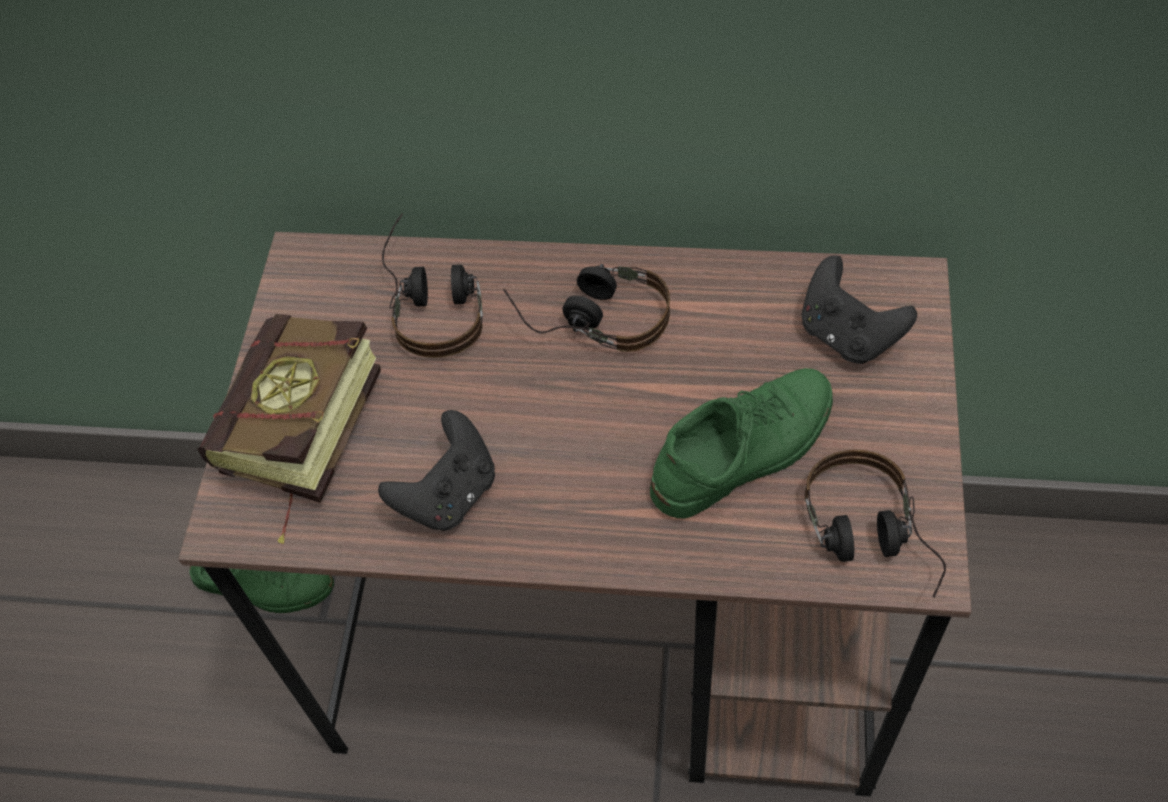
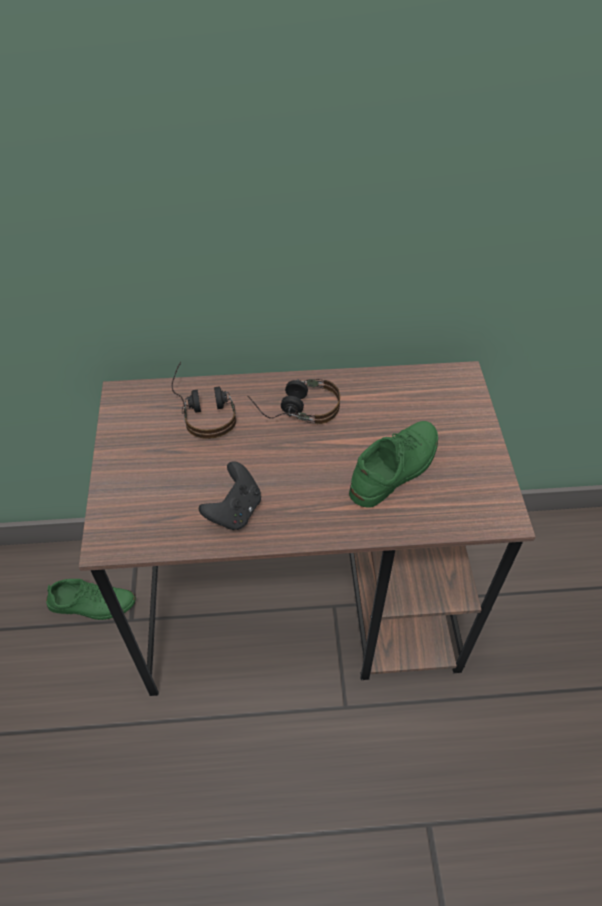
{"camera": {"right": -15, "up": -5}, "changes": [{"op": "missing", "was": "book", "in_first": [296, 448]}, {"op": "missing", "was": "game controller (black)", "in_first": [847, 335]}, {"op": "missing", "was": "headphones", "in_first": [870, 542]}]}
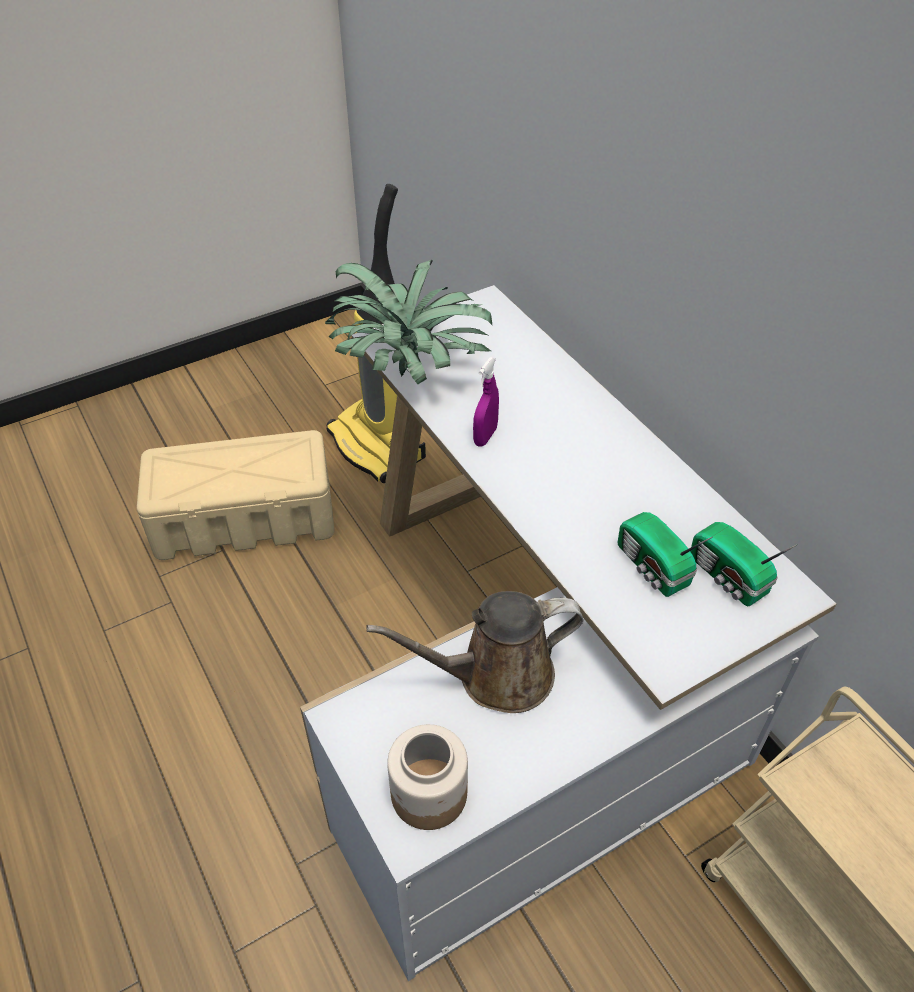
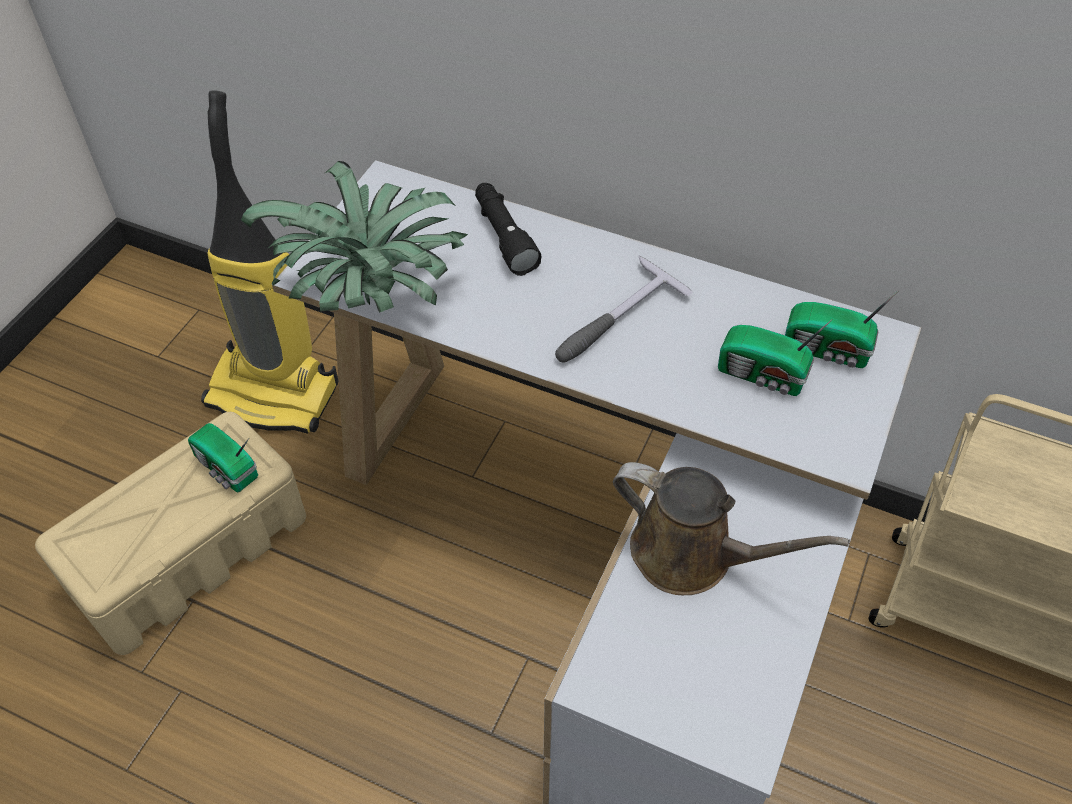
{"camera": {"right": -35, "up": 5}, "changes": [{"op": "missing", "was": "jar", "in_first": [429, 794]}, {"op": "missing", "was": "spray bottle (purple)", "in_first": [485, 436]}, {"op": "appeared", "now": "radio", "in_second": [226, 469]}, {"op": "appeared", "now": "flashlight (black)", "in_second": [504, 236]}, {"op": "appeared", "now": "hammer", "in_second": [612, 320]}, {"op": "spun", "was": "watering can (brown)", "in_first": [496, 675], "in_second": [692, 555], "clockwise": -105}]}
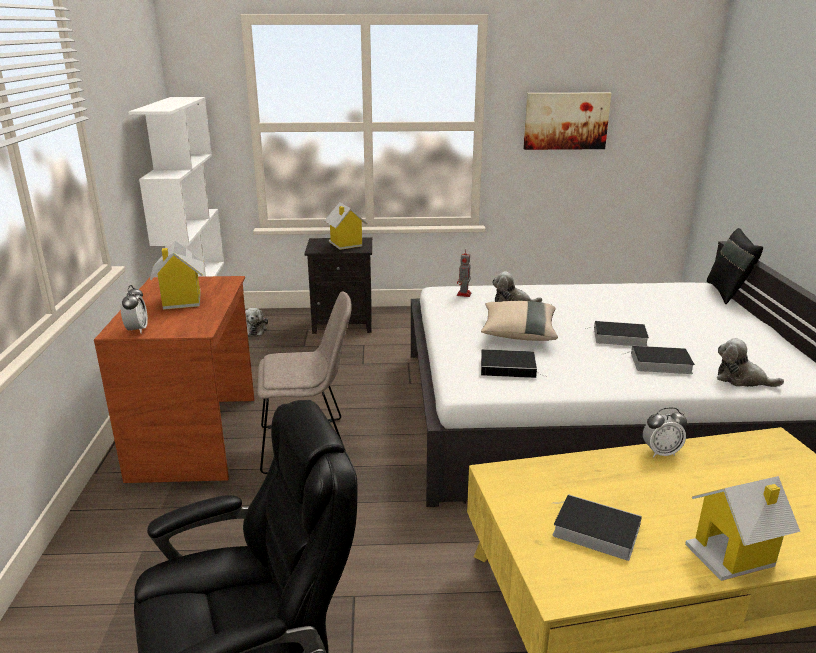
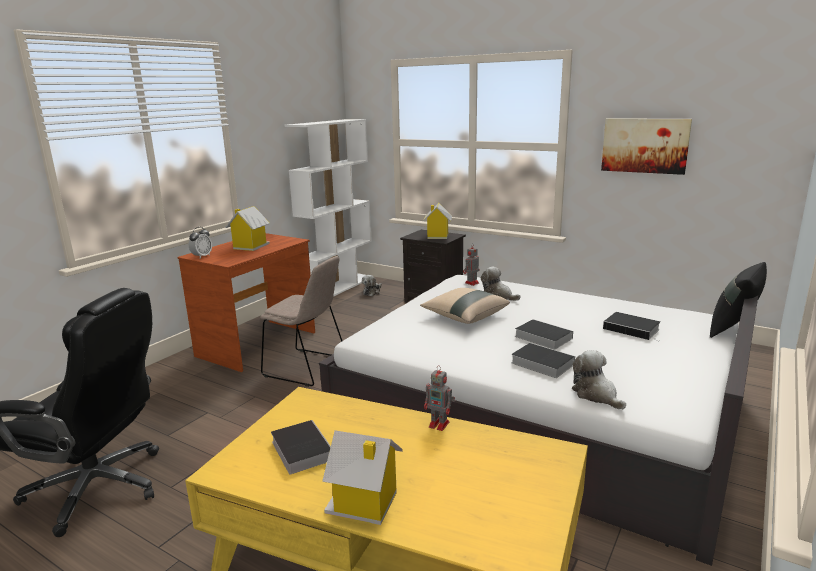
{"camera": {"right": 35, "up": -5}, "changes": [{"op": "relocated", "was": "book", "in_first": [509, 367], "in_second": [633, 329]}, {"op": "exchanged", "was": "alarm clock", "now": "toy robot", "in_first": [661, 452], "in_second": [440, 424]}]}
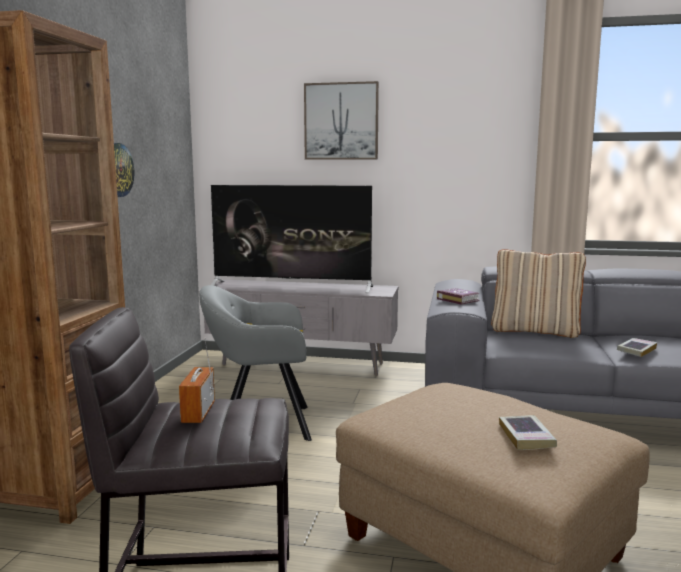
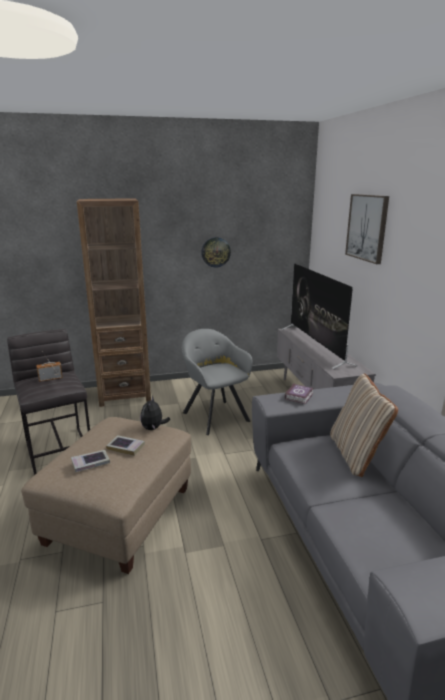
{"camera": {"right": 65, "up": 10}, "changes": [{"op": "appeared", "now": "plush toy", "in_second": [153, 428]}, {"op": "relocated", "was": "book", "in_first": [636, 350], "in_second": [126, 447]}]}
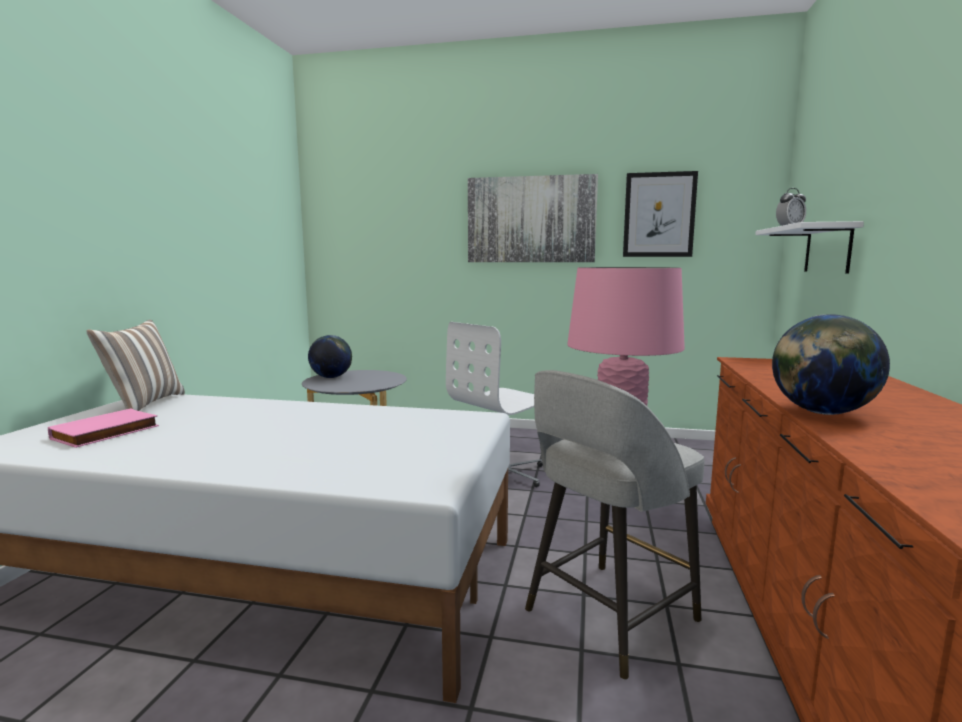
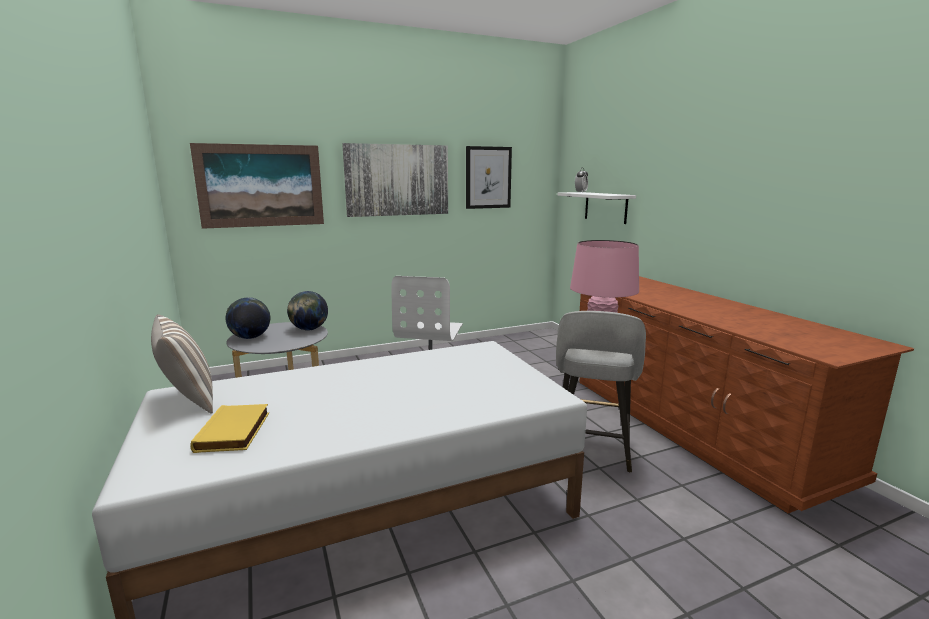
{"camera": {"right": -35, "up": 5}, "changes": [{"op": "appeared", "now": "picture", "in_second": [261, 186]}, {"op": "relocated", "was": "globe", "in_first": [821, 412], "in_second": [309, 329]}, {"op": "colour", "was": "book (pink)", "now": "book (yellow)", "in_first": [106, 433], "in_second": [235, 432]}]}
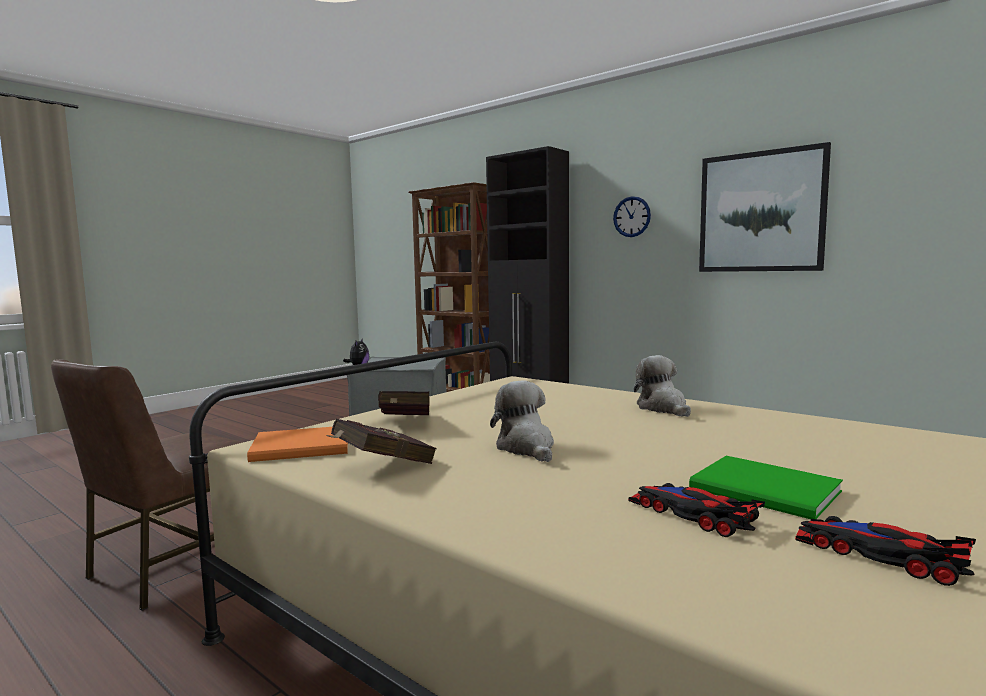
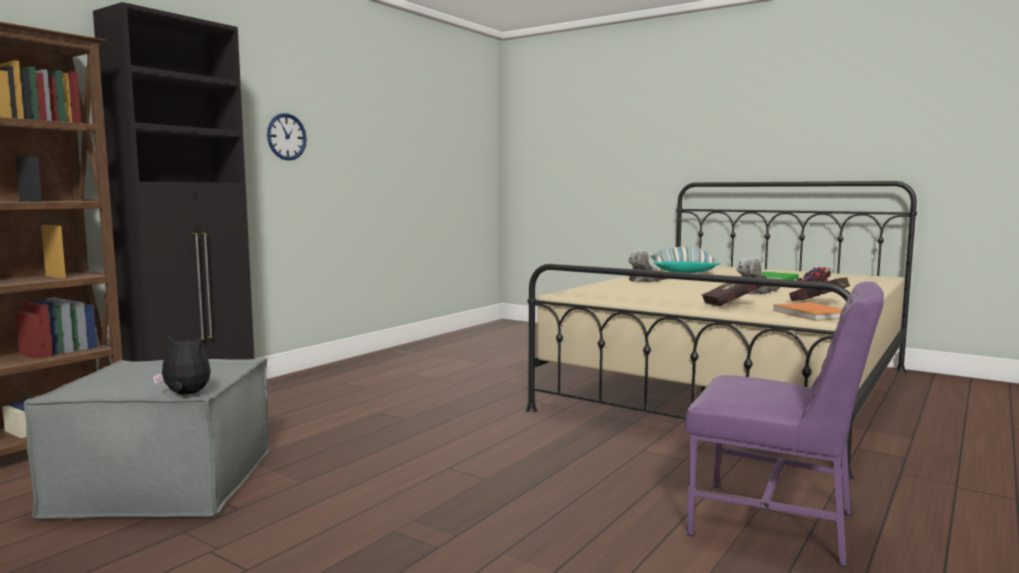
{"camera": {"right": -95, "up": 0}, "changes": [{"op": "missing", "was": "picture", "in_first": [761, 212]}, {"op": "appeared", "now": "pillow", "in_second": [682, 271]}, {"op": "colour", "was": "chair (brown)", "now": "chair (purple)", "in_first": [175, 565], "in_second": [775, 523]}]}
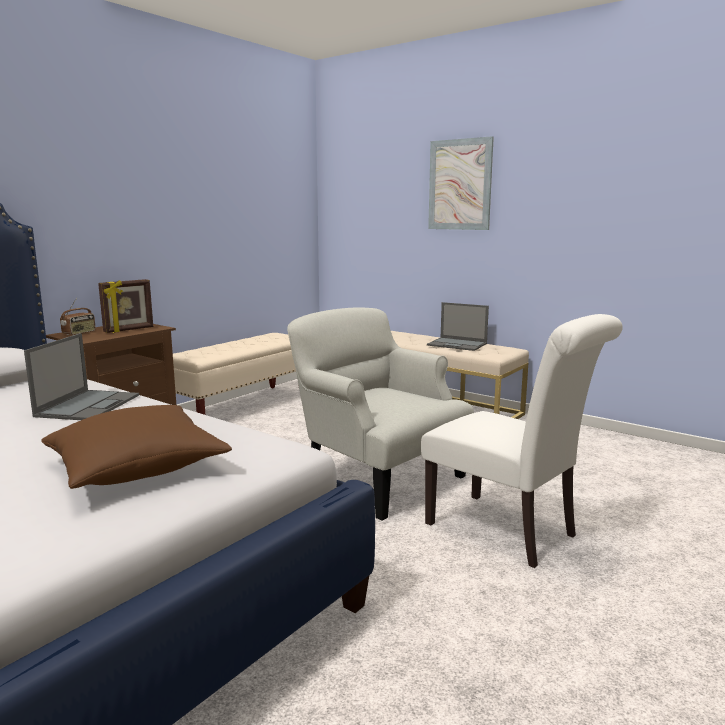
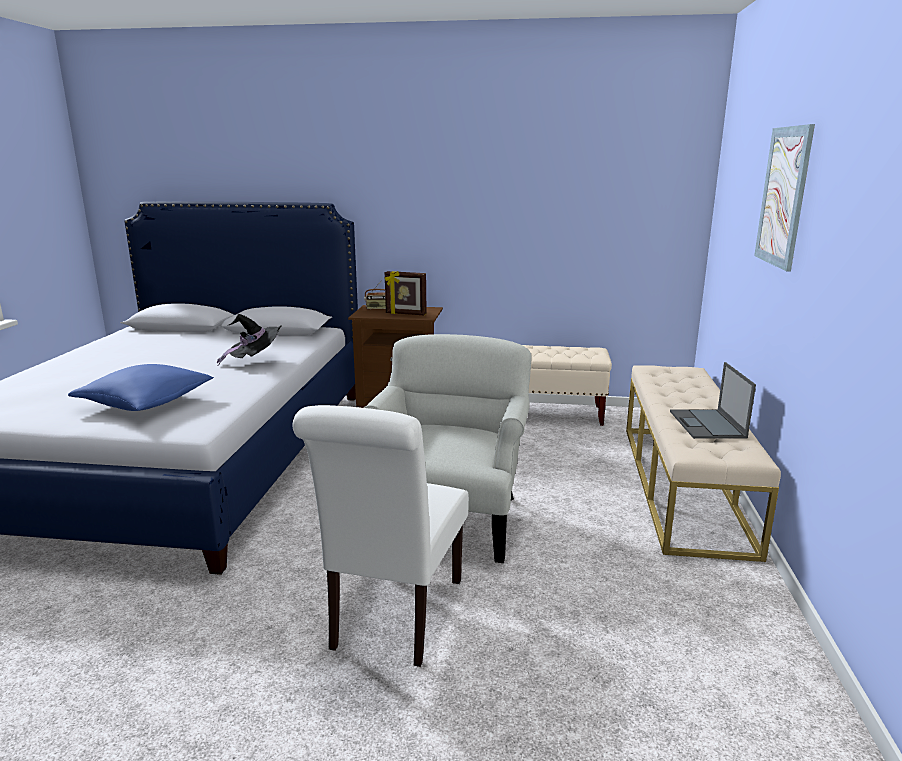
{"camera": {"right": 60, "up": 5}, "changes": [{"op": "exchanged", "was": "laptop", "now": "hat (black)", "in_first": [89, 405], "in_second": [255, 361]}, {"op": "colour", "was": "pillow (brown)", "now": "pillow (blue)", "in_first": [136, 468], "in_second": [146, 403]}]}
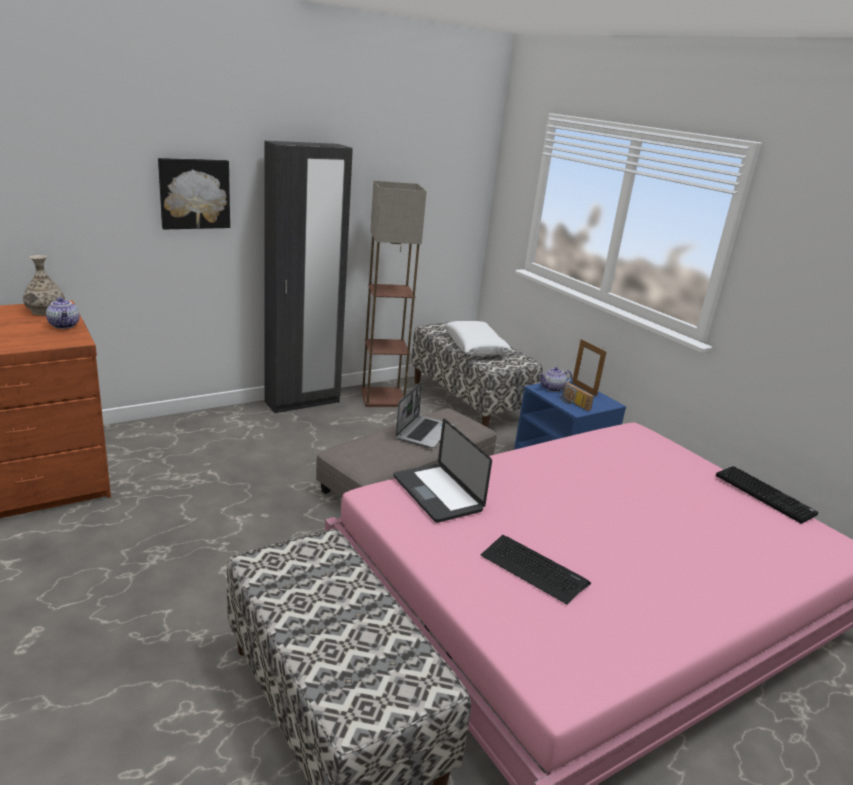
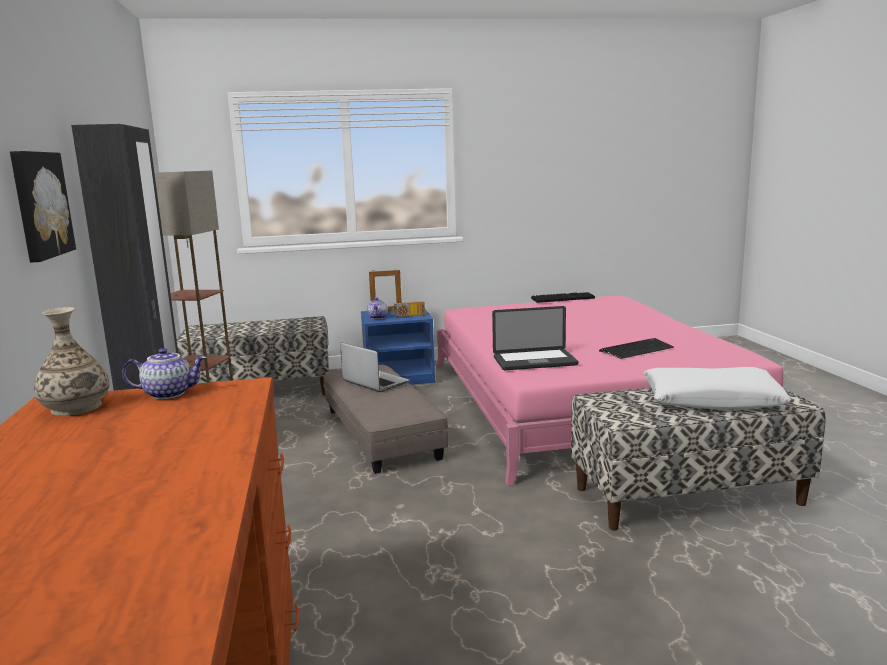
{"camera": {"right": -65, "up": -10}, "changes": [{"op": "relocated", "was": "pillow (white)", "in_first": [475, 346], "in_second": [711, 400]}]}
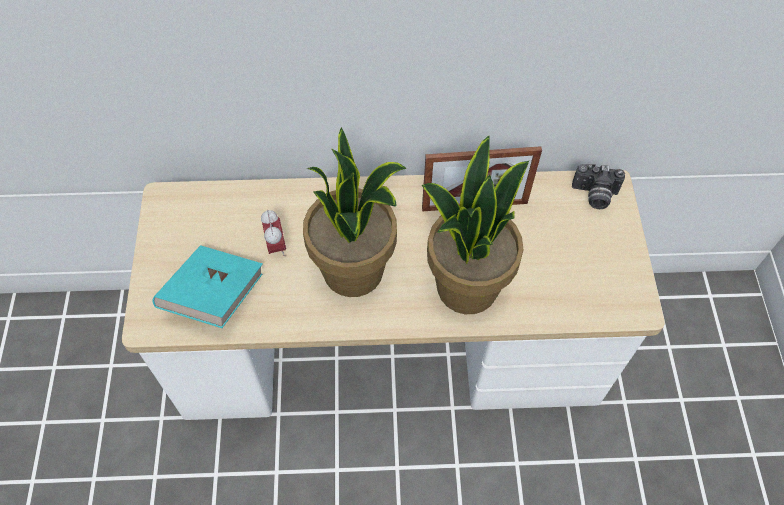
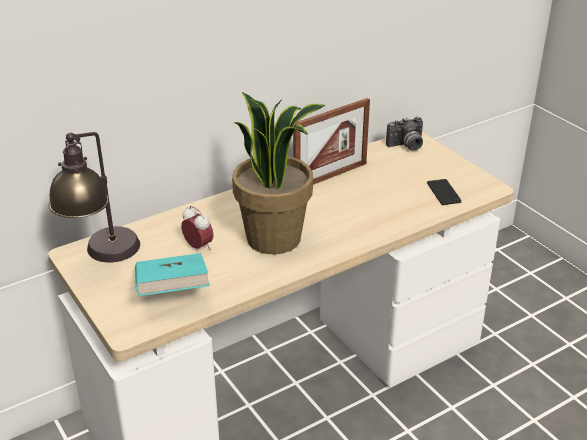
{"camera": {"right": -30, "up": -25}, "changes": [{"op": "missing", "was": "potted plant", "in_first": [466, 286]}, {"op": "appeared", "now": "table lamp", "in_second": [102, 258]}, {"op": "appeared", "now": "phone", "in_second": [443, 192]}]}
